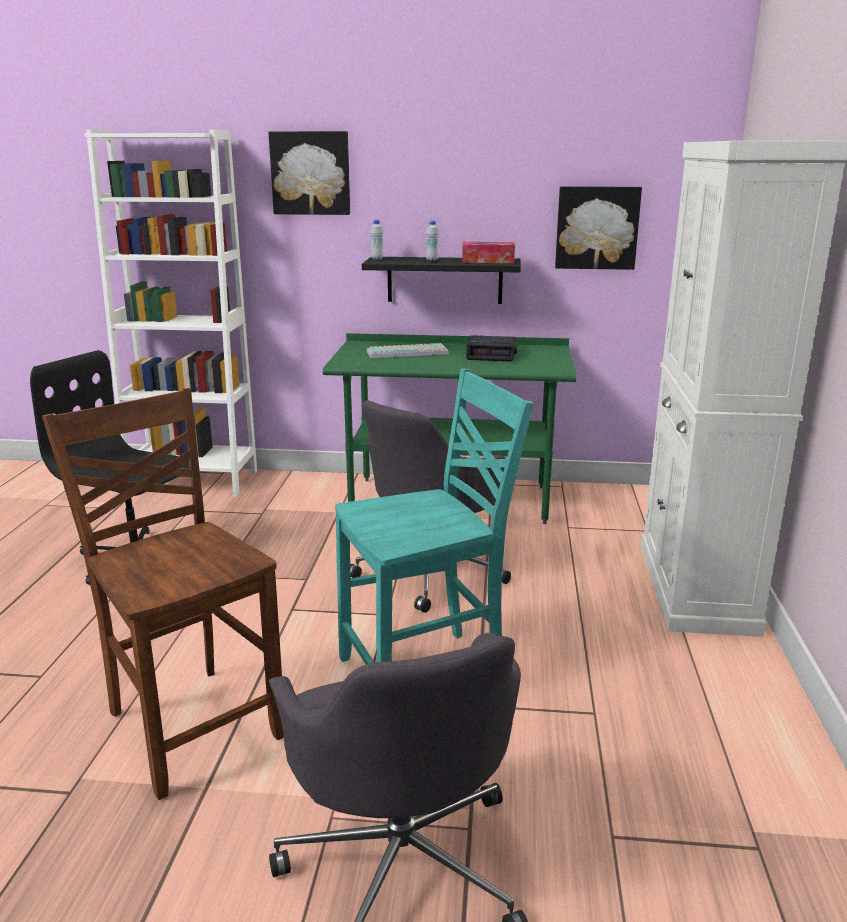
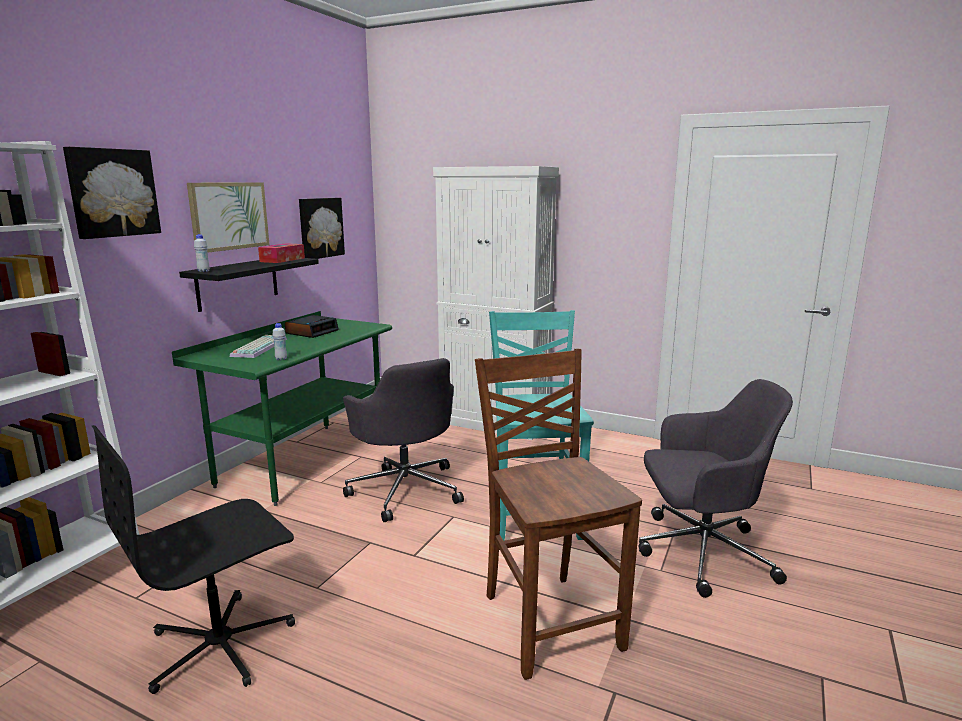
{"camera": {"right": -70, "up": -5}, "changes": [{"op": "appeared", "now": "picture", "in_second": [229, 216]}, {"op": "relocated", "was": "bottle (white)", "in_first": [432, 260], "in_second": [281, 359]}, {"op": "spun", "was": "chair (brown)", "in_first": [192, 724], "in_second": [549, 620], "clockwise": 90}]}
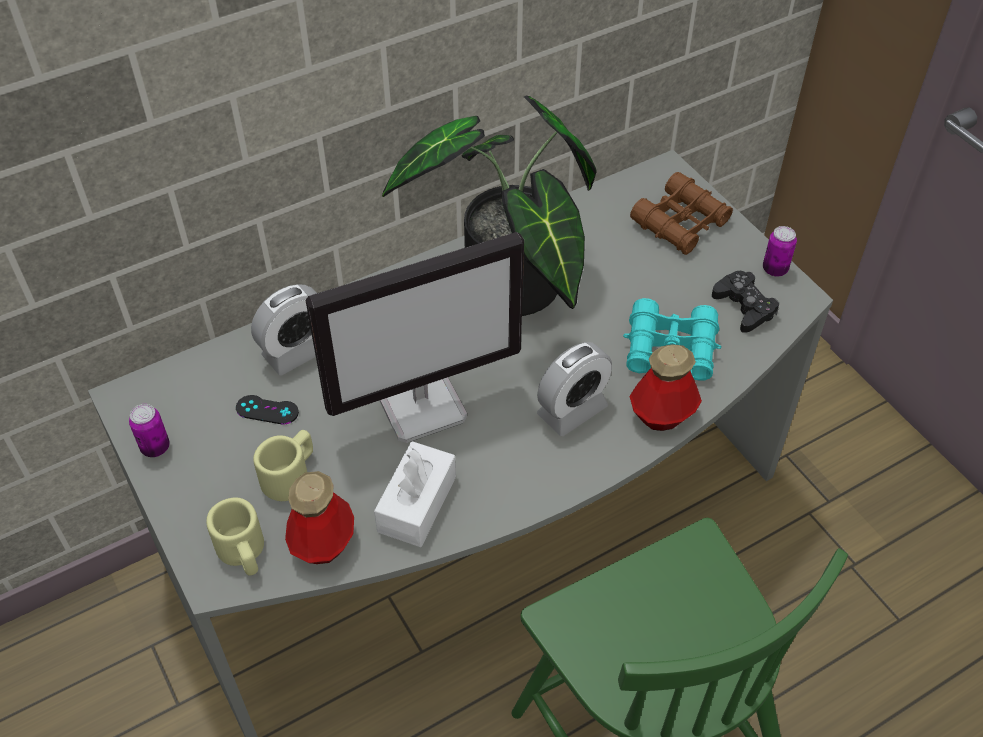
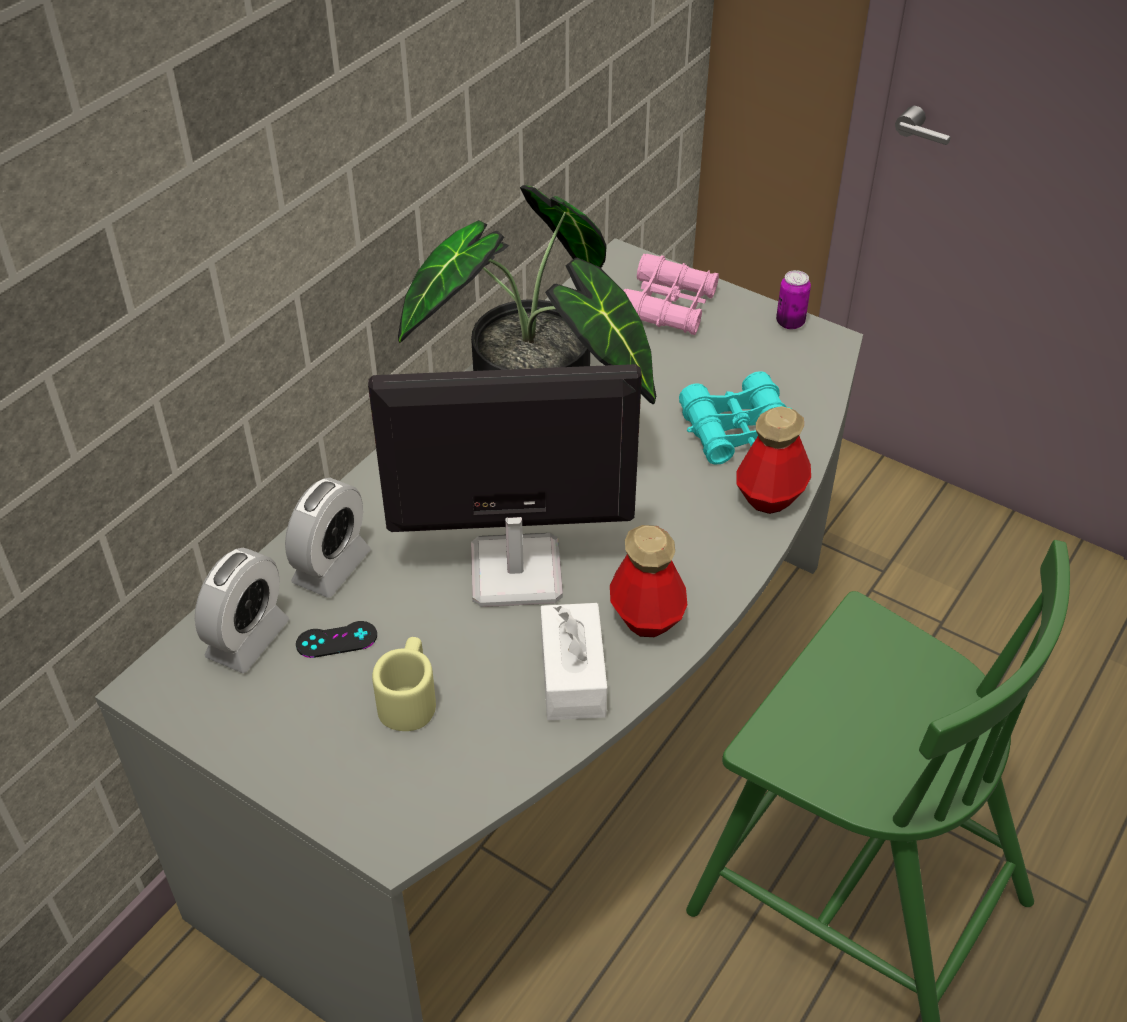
{"camera": {"right": -25, "up": -5}, "changes": [{"op": "missing", "was": "can", "in_first": [155, 447]}, {"op": "missing", "was": "mug (beige)", "in_first": [243, 552]}, {"op": "missing", "was": "game controller (black)", "in_first": [744, 307]}, {"op": "relocated", "was": "bottle", "in_first": [323, 543], "in_second": [646, 617]}, {"op": "relocated", "was": "alarm clock", "in_first": [572, 410], "in_second": [248, 639]}, {"op": "colour", "was": "binoculars (brown)", "now": "binoculars (pink)", "in_first": [680, 223], "in_second": [669, 306]}, {"op": "spun", "was": "monitor", "in_first": [423, 405], "in_second": [513, 572], "clockwise": -135}]}
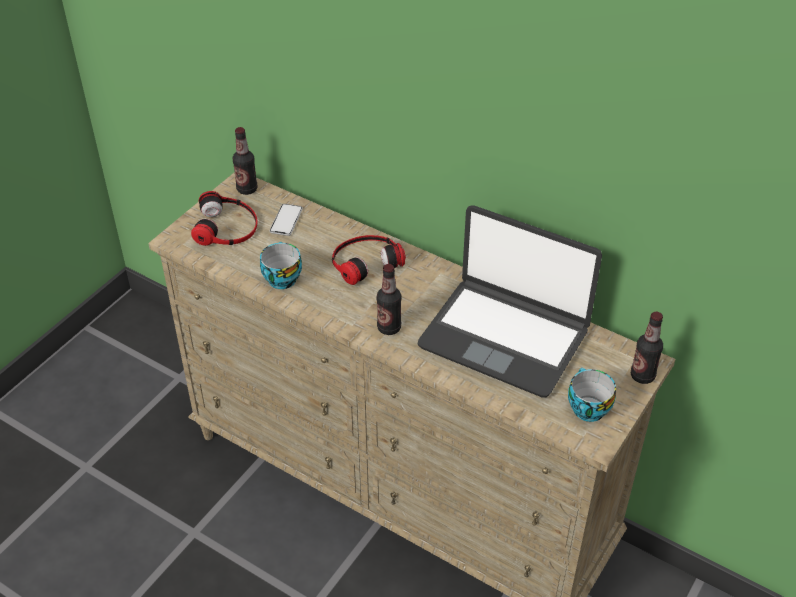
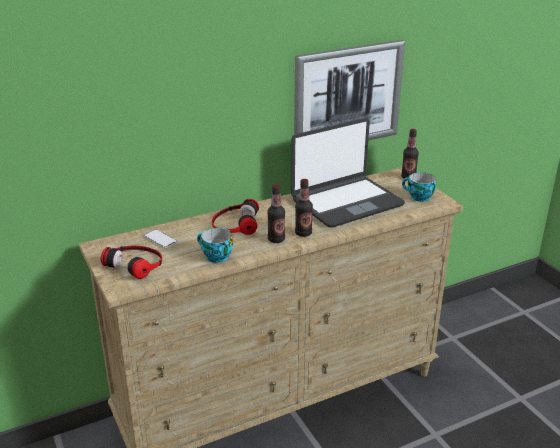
{"camera": {"right": -60, "up": -15}, "changes": [{"op": "appeared", "now": "picture", "in_second": [347, 96]}, {"op": "relocated", "was": "bottle", "in_first": [247, 189], "in_second": [276, 239]}]}
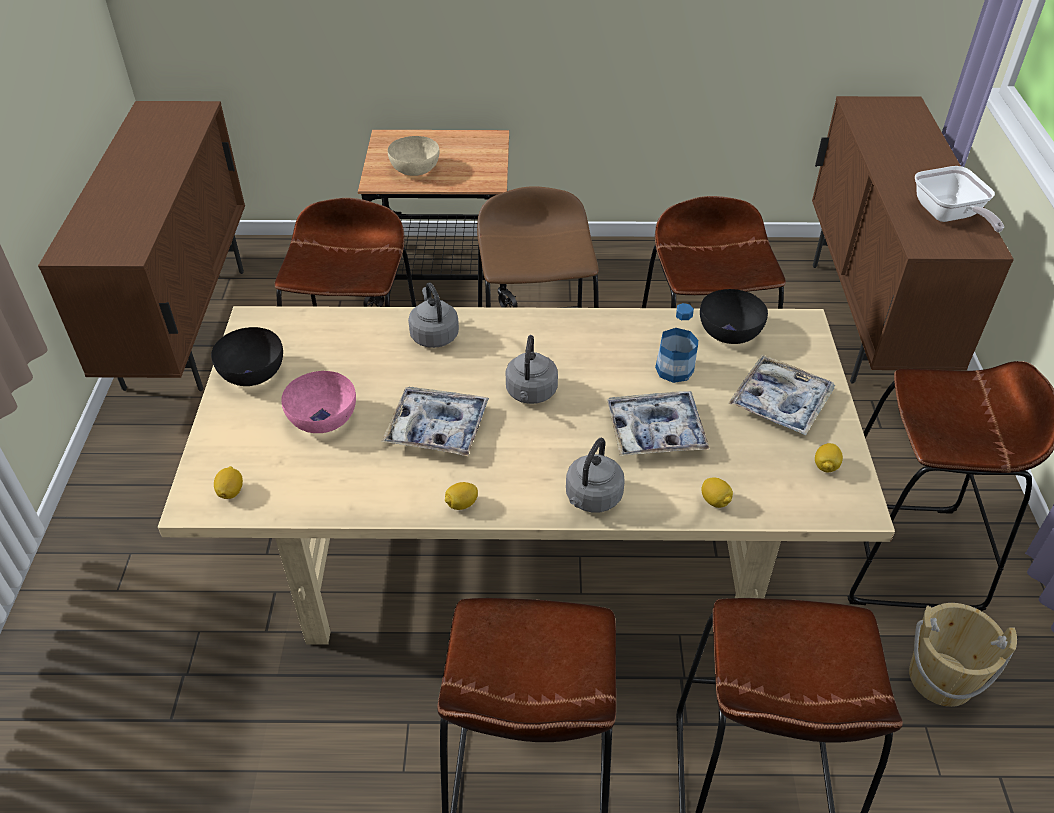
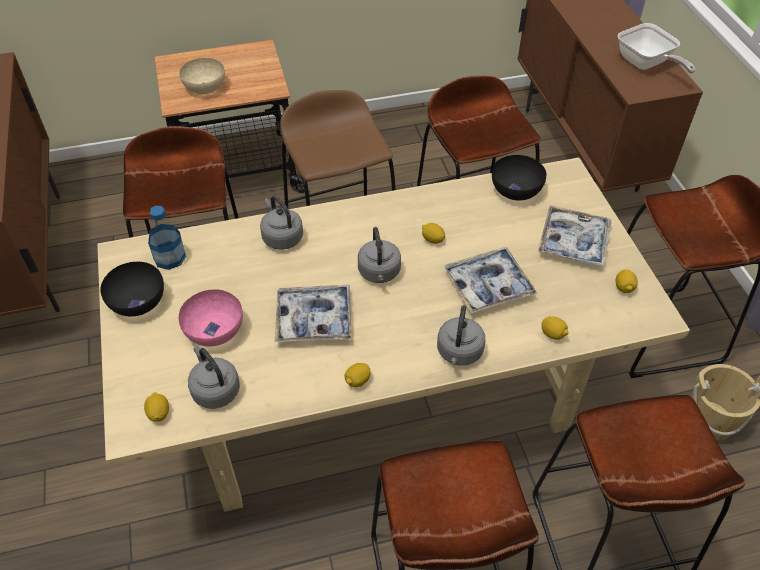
{"camera": {"right": -15, "up": 5}, "changes": [{"op": "appeared", "now": "kettle (grey)", "in_second": [215, 389]}, {"op": "appeared", "now": "lemon", "in_second": [432, 240]}, {"op": "relocated", "was": "bottle", "in_first": [674, 369], "in_second": [169, 257]}]}
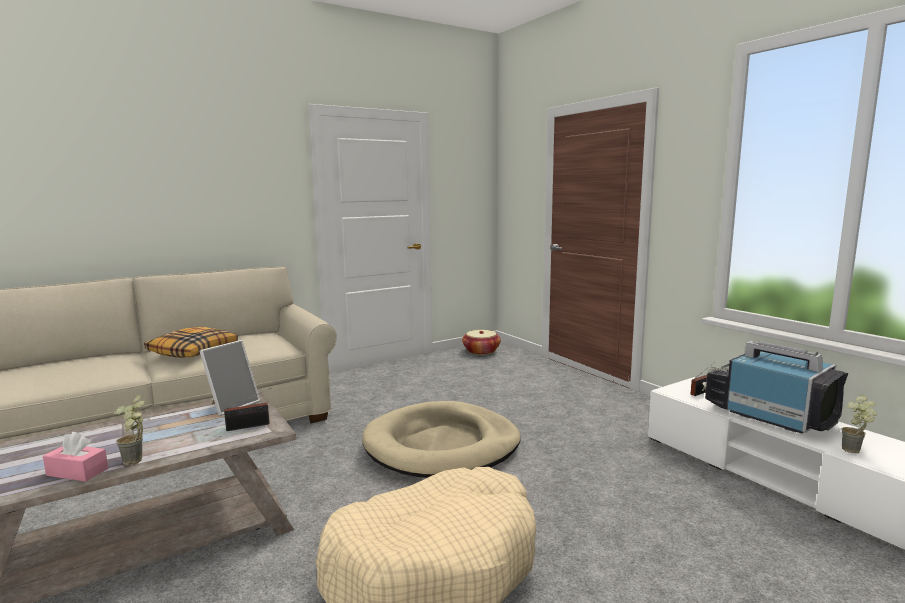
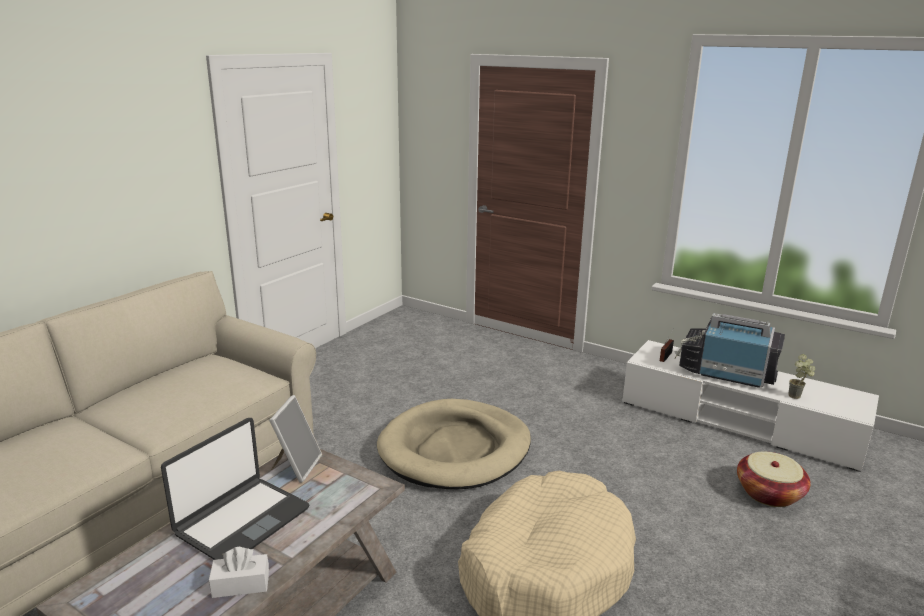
{"camera": {"right": -25, "up": 10}, "changes": [{"op": "missing", "was": "potted plant", "in_first": [136, 462]}, {"op": "missing", "was": "pillow", "in_first": [193, 351]}, {"op": "missing", "was": "radio", "in_first": [250, 426]}, {"op": "appeared", "now": "laptop", "in_second": [241, 520]}, {"op": "relocated", "was": "basket", "in_first": [481, 351], "in_second": [769, 493]}, {"op": "colour", "was": "tissue box (pink)", "now": "tissue box (white)", "in_first": [77, 472], "in_second": [241, 584]}]}
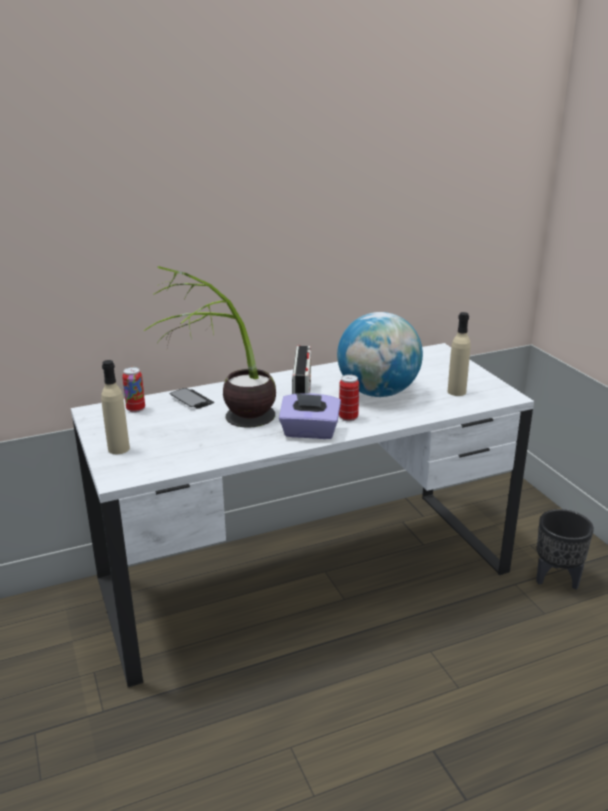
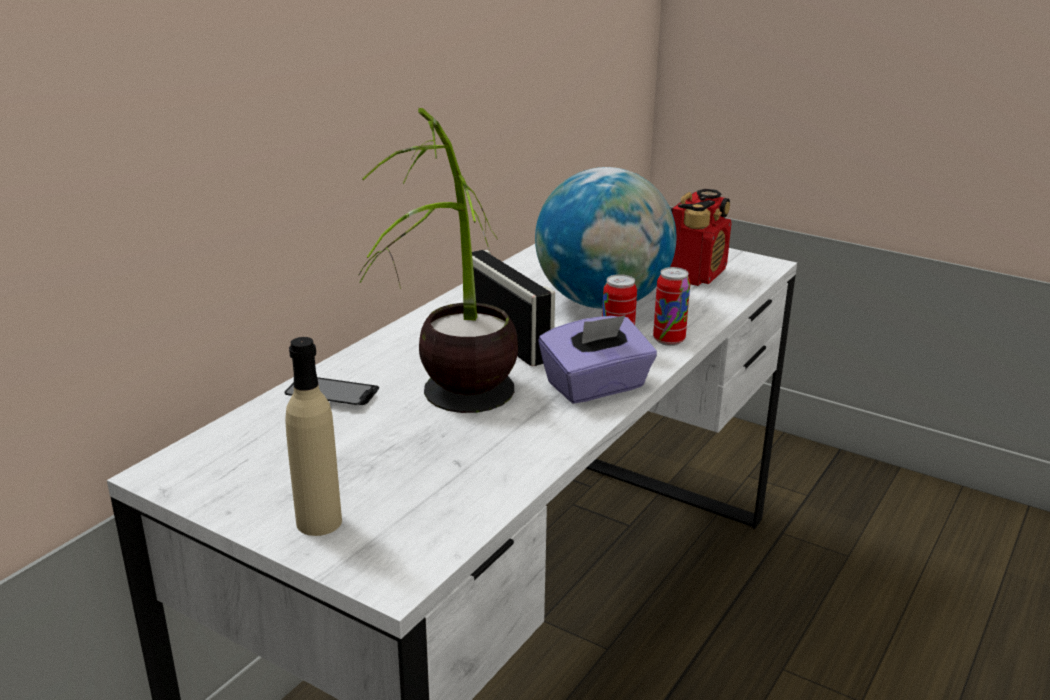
{"camera": {"right": -35, "up": 0}, "changes": [{"op": "missing", "was": "planter (black)", "in_first": [555, 578]}, {"op": "relocated", "was": "can", "in_first": [136, 409], "in_second": [669, 340]}, {"op": "exchanged", "was": "bottle (beige)", "now": "radio", "in_first": [456, 392], "in_second": [696, 274]}]}
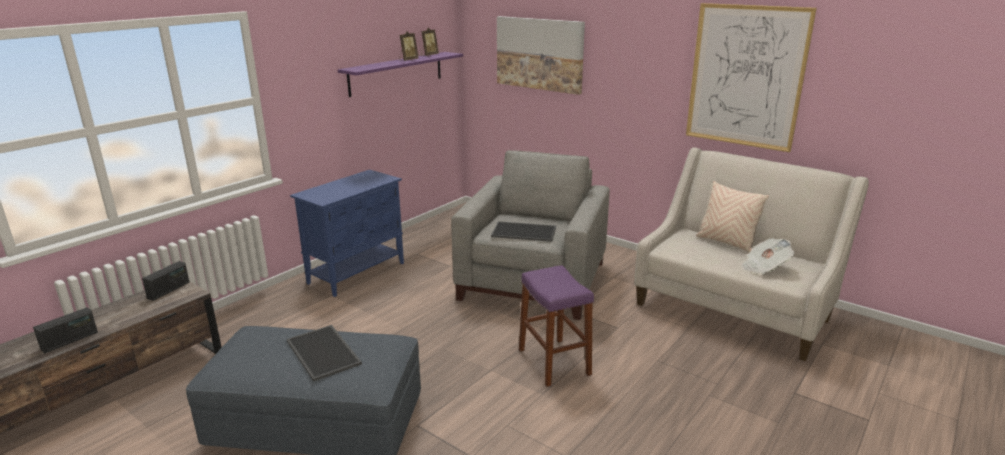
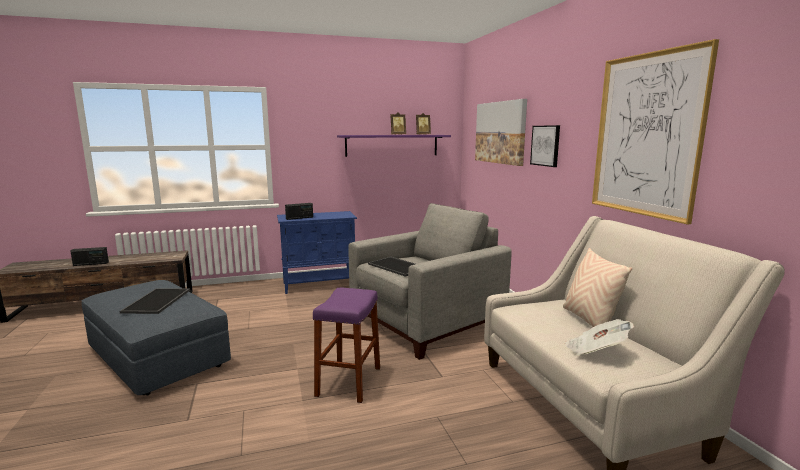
{"camera": {"right": 35, "up": -10}, "changes": [{"op": "appeared", "now": "picture", "in_second": [545, 145]}, {"op": "relocated", "was": "radio", "in_first": [169, 290], "in_second": [299, 218]}]}
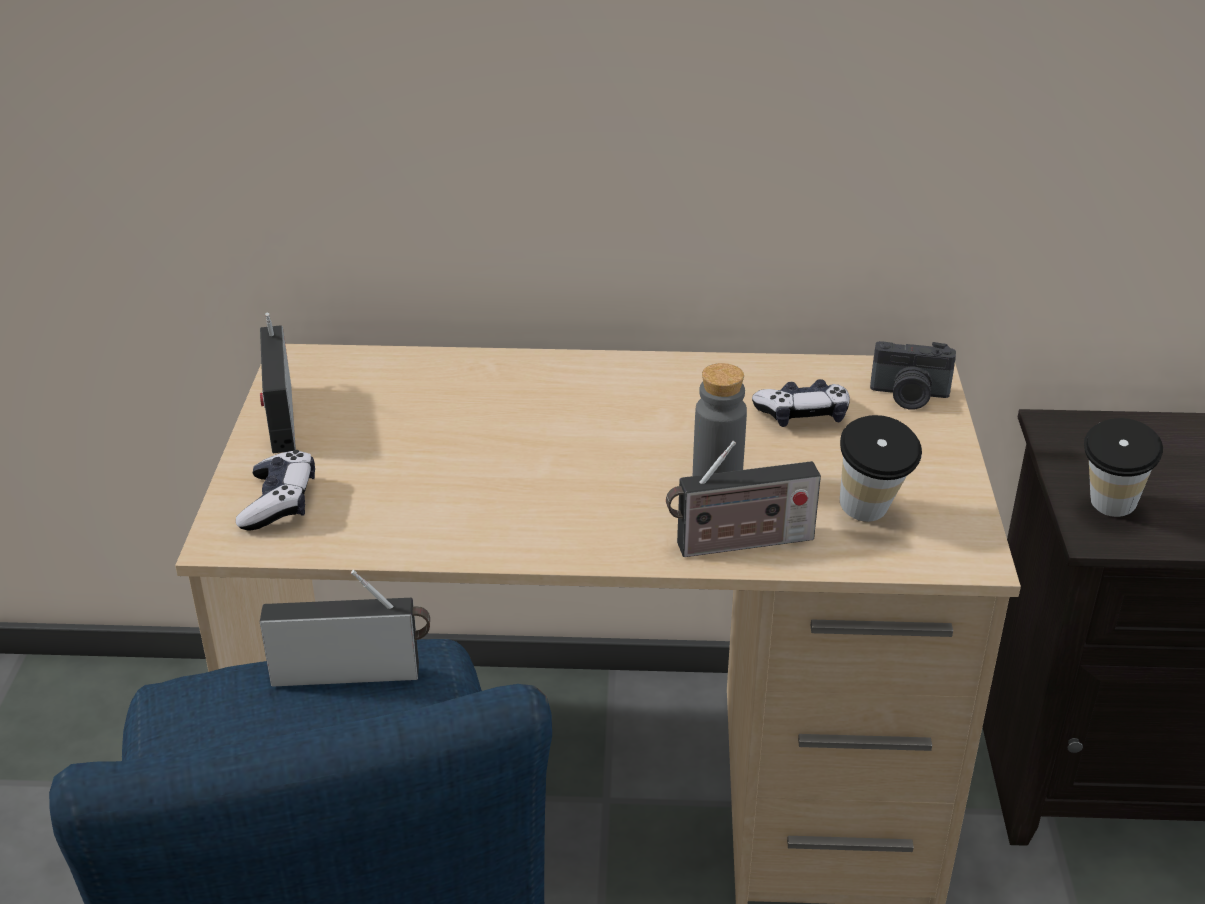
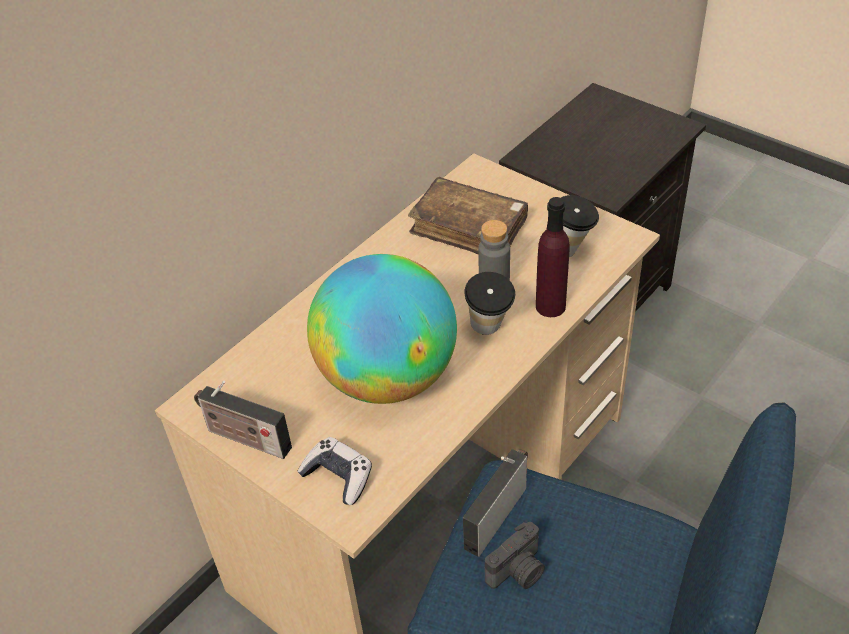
{"camera": {"right": -50, "up": 10}, "changes": [{"op": "appeared", "now": "globe", "in_second": [388, 377]}, {"op": "relocated", "was": "photo camera", "in_first": [909, 396], "in_second": [518, 572]}, {"op": "relocated", "was": "cup", "in_first": [1107, 512], "in_second": [489, 331]}, {"op": "exchanged", "was": "radio", "now": "bottle (purple)", "in_first": [739, 543], "in_second": [550, 306]}, {"op": "exchanged", "was": "game controller", "now": "book (brown)", "in_first": [802, 415], "in_second": [469, 228]}]}
